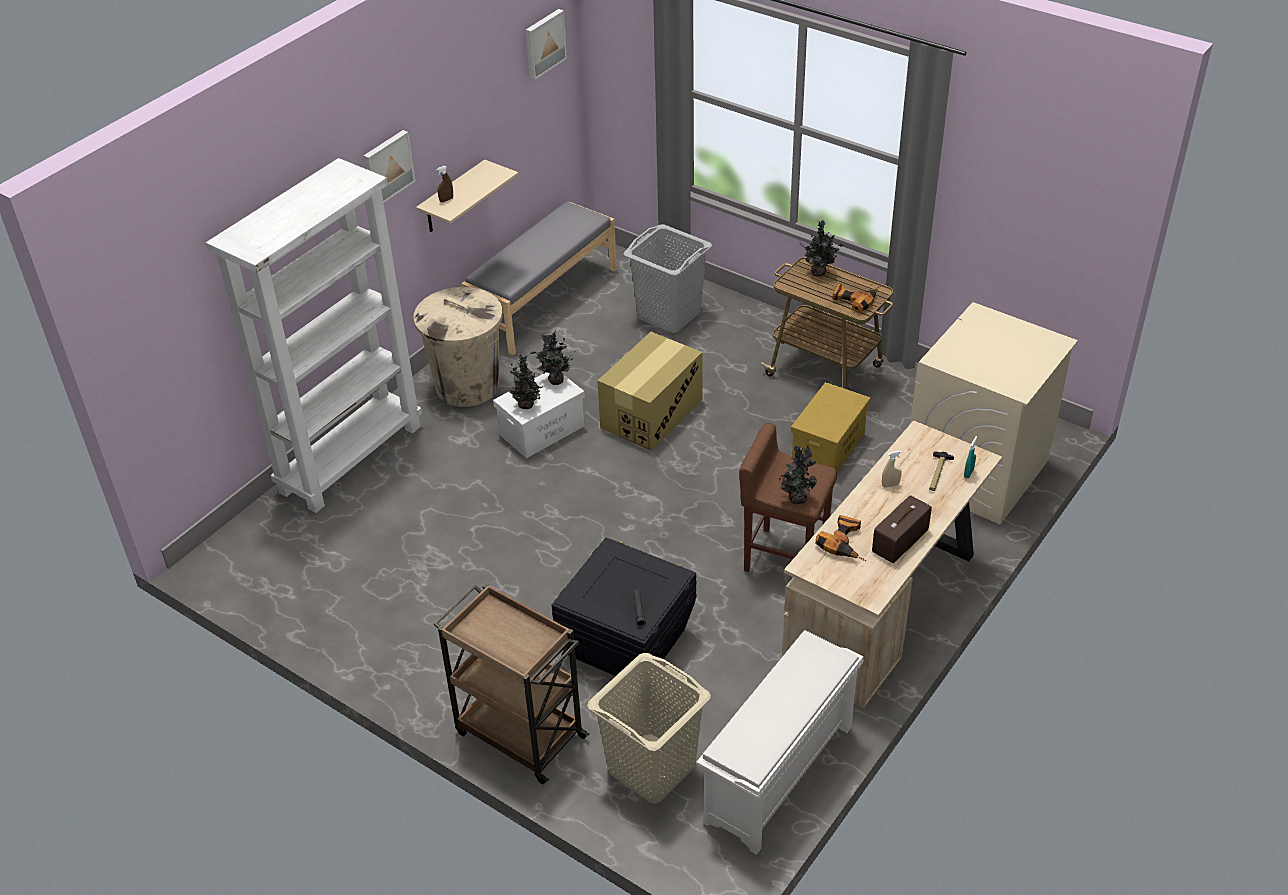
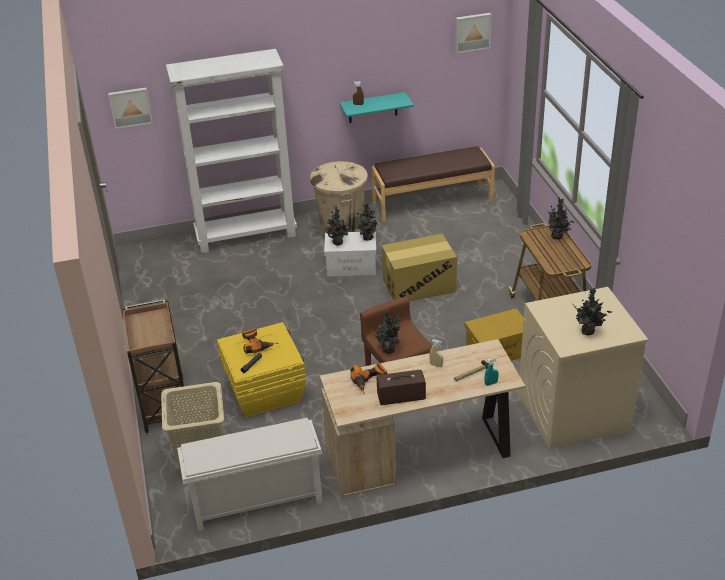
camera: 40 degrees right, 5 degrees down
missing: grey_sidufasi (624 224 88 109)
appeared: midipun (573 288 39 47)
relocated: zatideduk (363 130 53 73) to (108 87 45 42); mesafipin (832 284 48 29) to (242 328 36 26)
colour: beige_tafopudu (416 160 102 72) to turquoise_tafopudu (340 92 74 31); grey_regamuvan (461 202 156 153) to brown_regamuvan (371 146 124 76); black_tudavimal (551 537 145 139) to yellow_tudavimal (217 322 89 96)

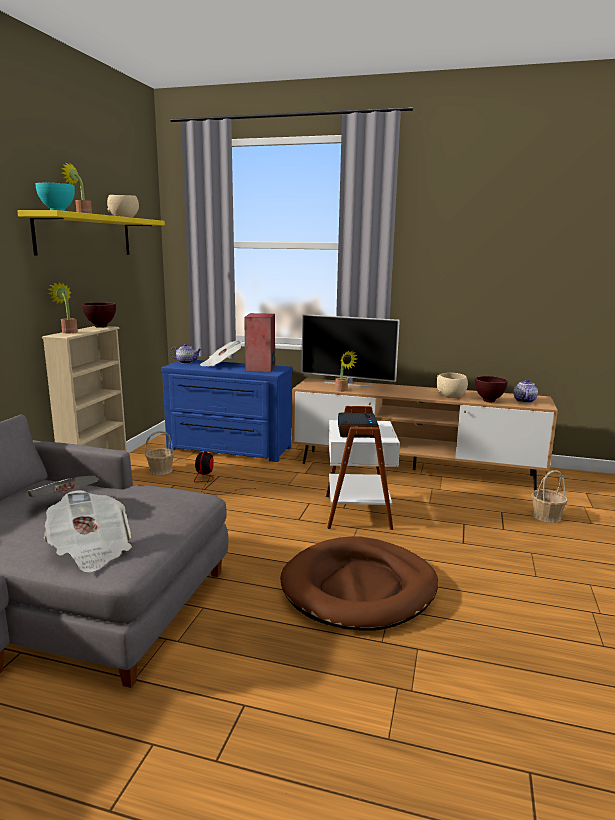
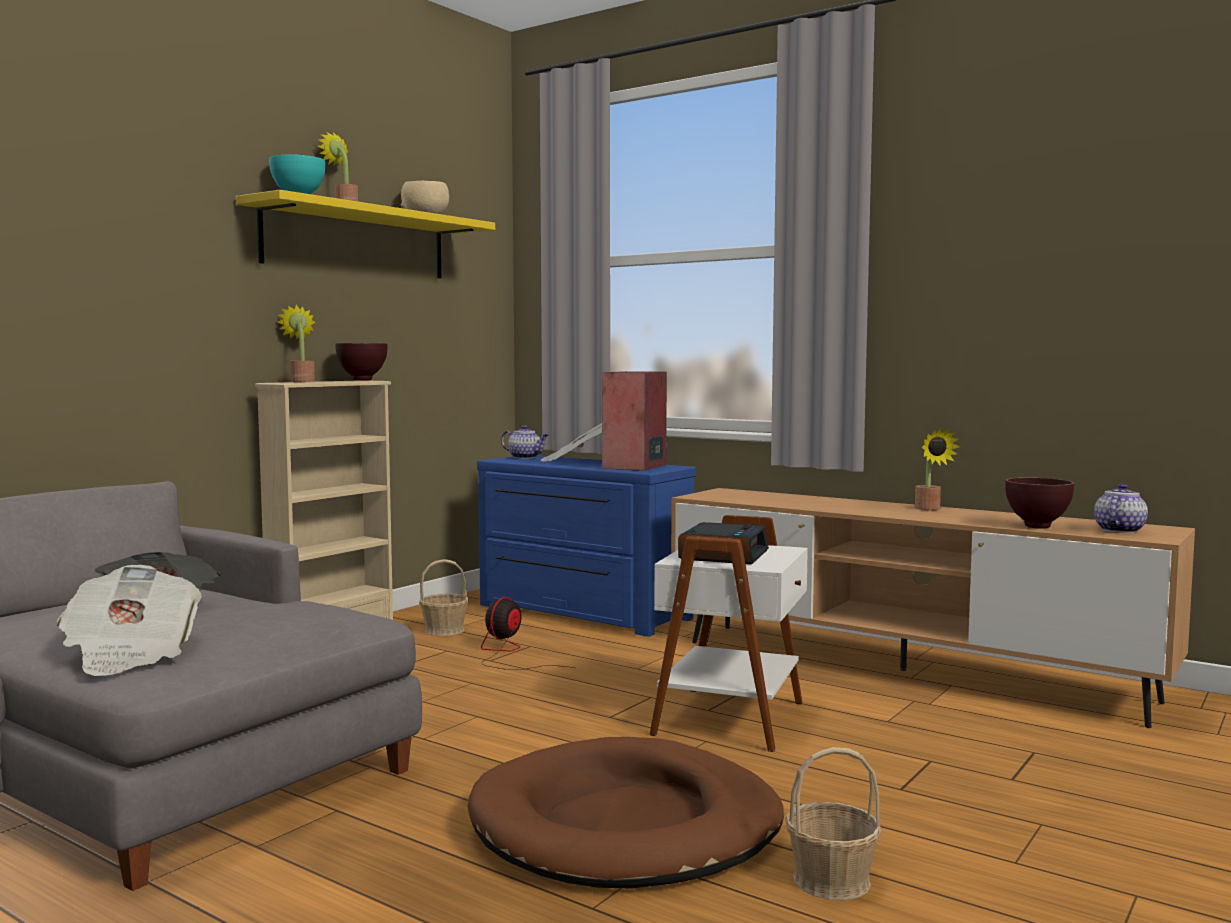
camera: 20 degrees right, 10 degrees down
missing: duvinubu (302 314 98 73); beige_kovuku (437 373 31 25)
relocated: midipun (335 351 22 41) to (915 428 45 82); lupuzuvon (531 470 37 53) to (785 747 97 153)

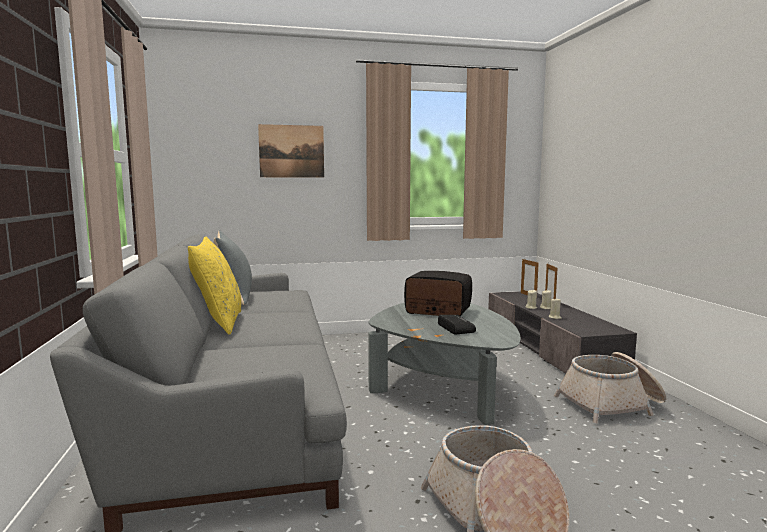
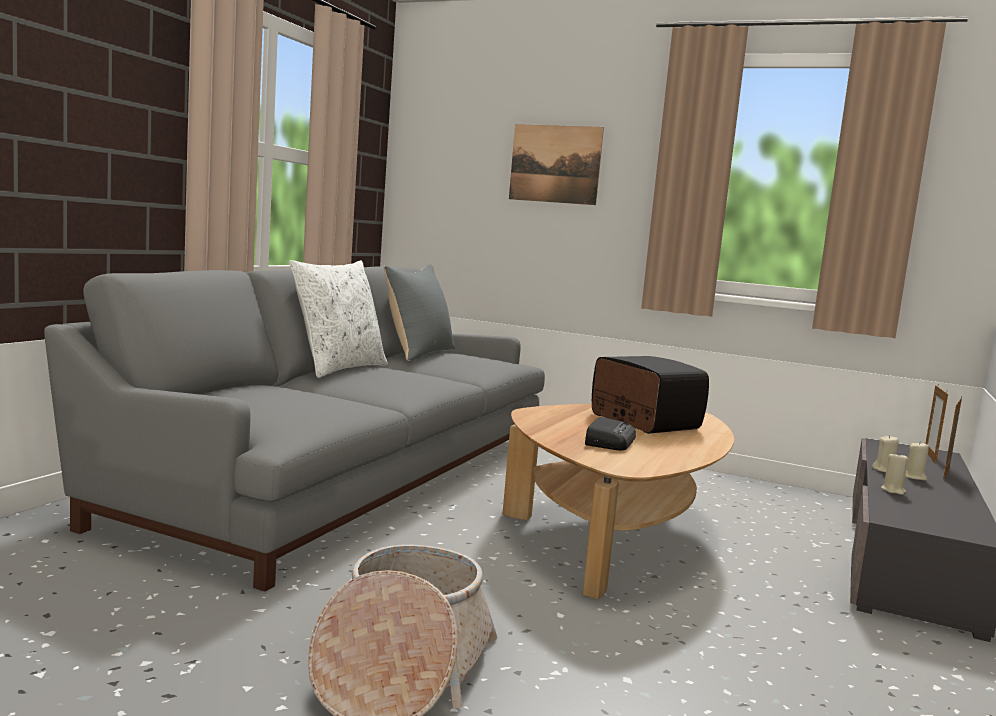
camera: 35 degrees right, 0 degrees up
missing: lupuzuvon (554 352 112 72)
colour: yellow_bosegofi (188 236 53 99) to white_bosegofi (289 260 99 118); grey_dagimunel (368 302 152 123) to brown_dagimunel (503 404 231 195)

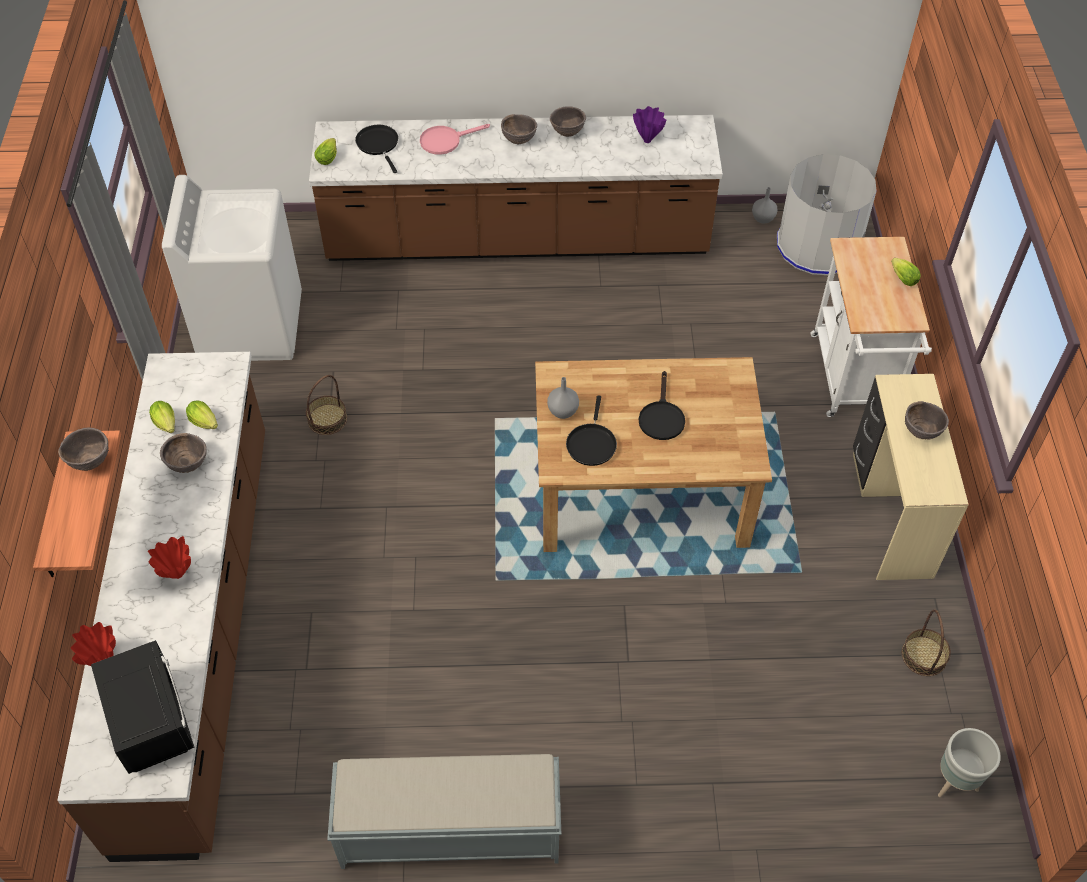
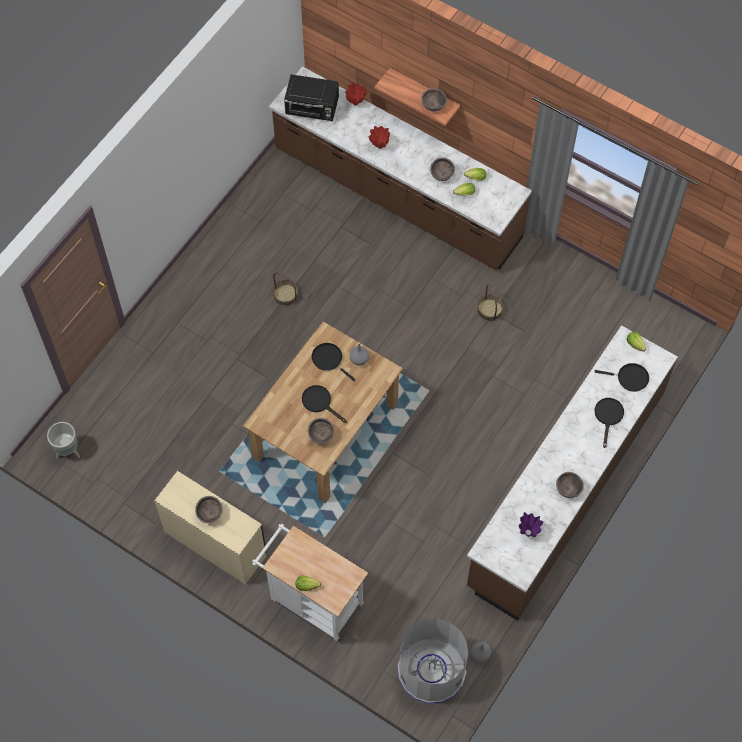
camera: 125 degrees right, 10 degrees up
missing: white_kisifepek (162 175 140 186); grey_regamuvan (327 754 234 115)
relocated: brown_kovuku (501 114 36 30) to (308 418 27 26); lupuzuvon (902 609 49 67) to (273 272 26 34)
colour: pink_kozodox (420 124 70 31) to black_kozodox (595 398 29 50)

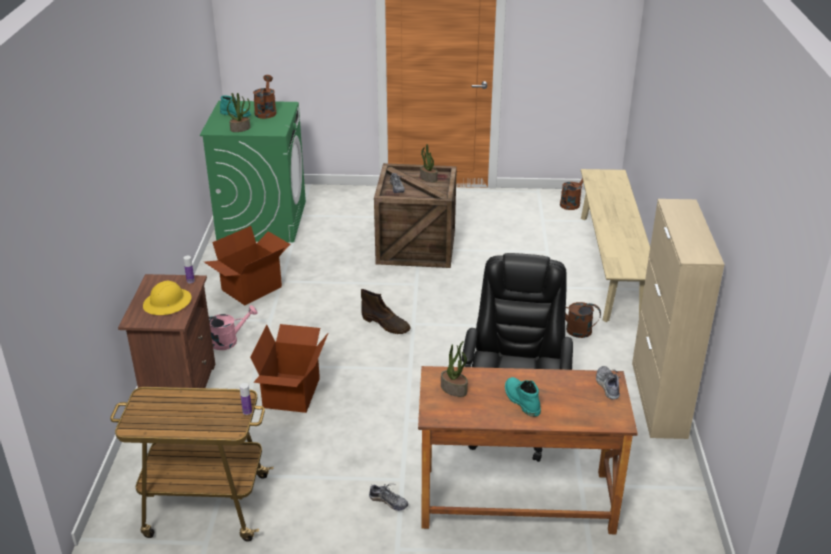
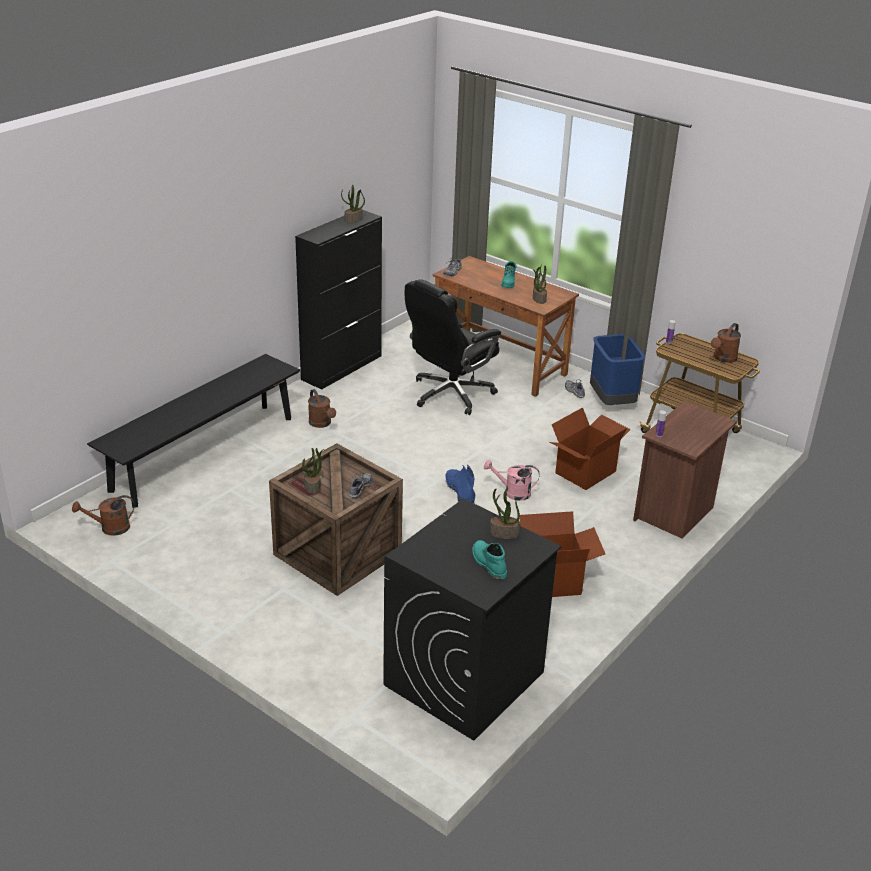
camera: 145 degrees left, 0 degrees up
missing: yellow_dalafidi (143 281 49 34)
appeared: midipun (341 185 24 38); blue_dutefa (590 334 55 71)
relocated: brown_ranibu (253 75 23 44) to (711 323 30 40); pink_ranibu (209 305 48 45) to (484 460 56 41)
colour: green_kisifepek (200 101 106 141) to black_kisifepek (383 499 178 242); beige_regamuvan (581 169 69 153) to black_regamuvan (87 354 213 154); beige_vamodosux (632 199 93 240) to black_vamodosux (295 210 87 180); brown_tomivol (361 289 50 45) to blue_tomivol (446 465 29 38)

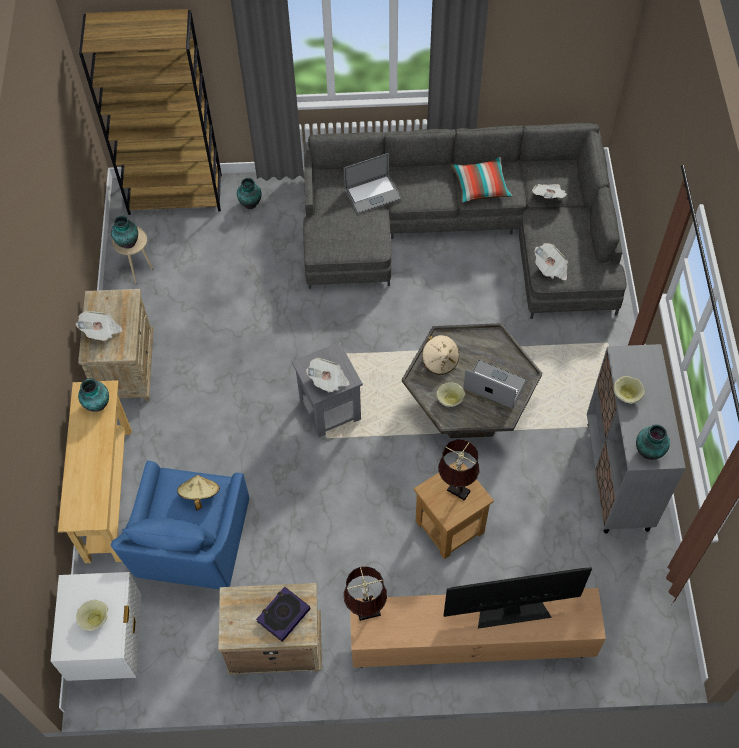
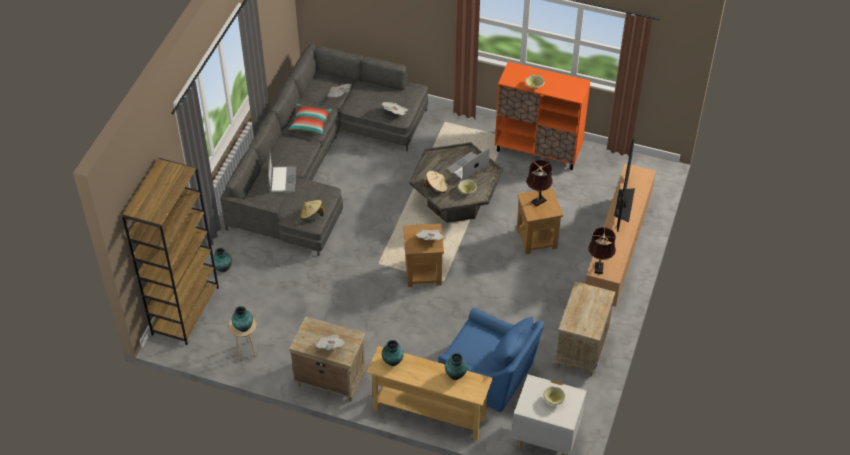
camera: 70 degrees left, 10 degrees down
missing: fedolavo (256 587 54 55)
relocated: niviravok (636 424 34 36) to (445 353 22 27); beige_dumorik (177 475 43 35) to (300 199 24 21)
colour: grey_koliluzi (292 342 71 95) to brown_koliluzi (403 224 41 63); grey_vamodosux (587 344 99 190) to orange_vamodosux (495 62 96 108)

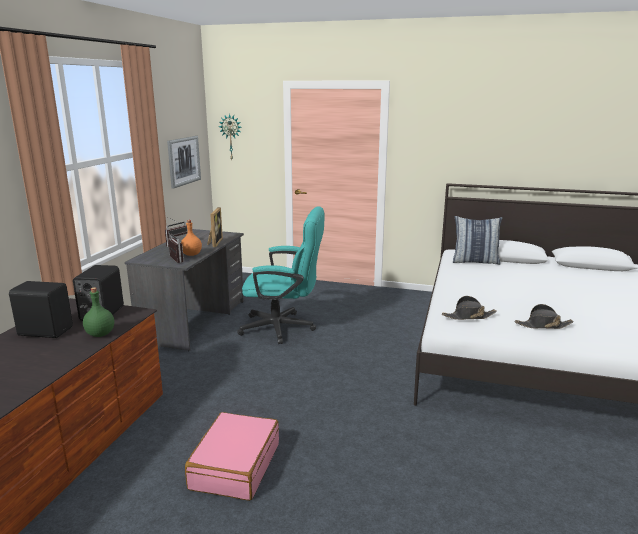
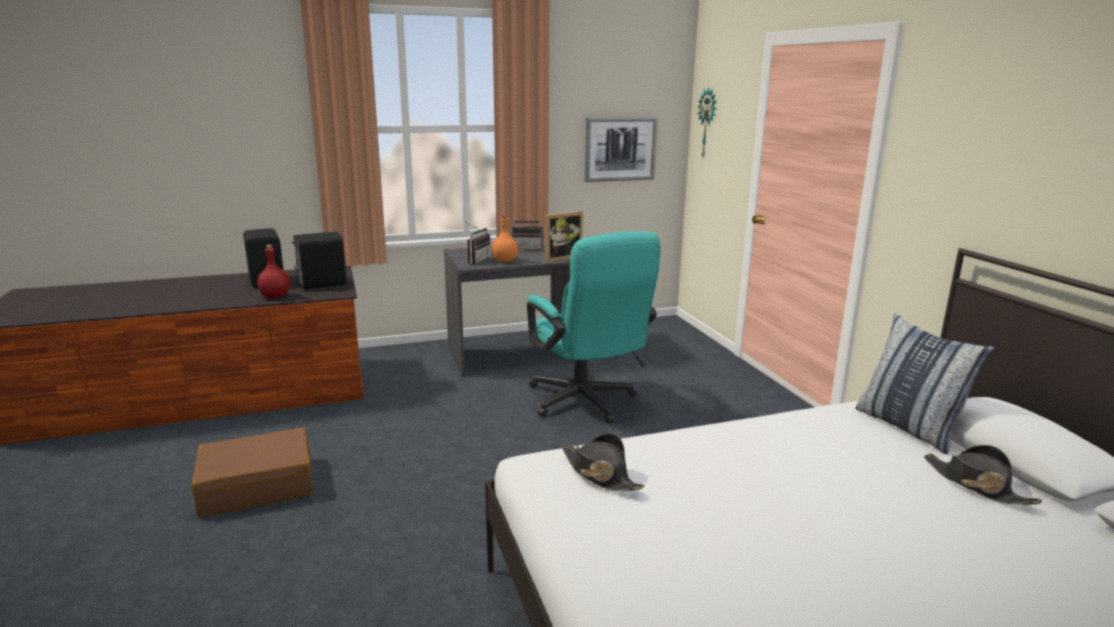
camera: 55 degrees right, 0 degrees up
relocated: black_dumorik (514 304 60 25) to (924 445 118 59)
colour: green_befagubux (83 287 31 50) to red_befagubux (257 245 33 53); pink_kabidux (185 412 94 89) to brown_kabidux (192 427 121 90)

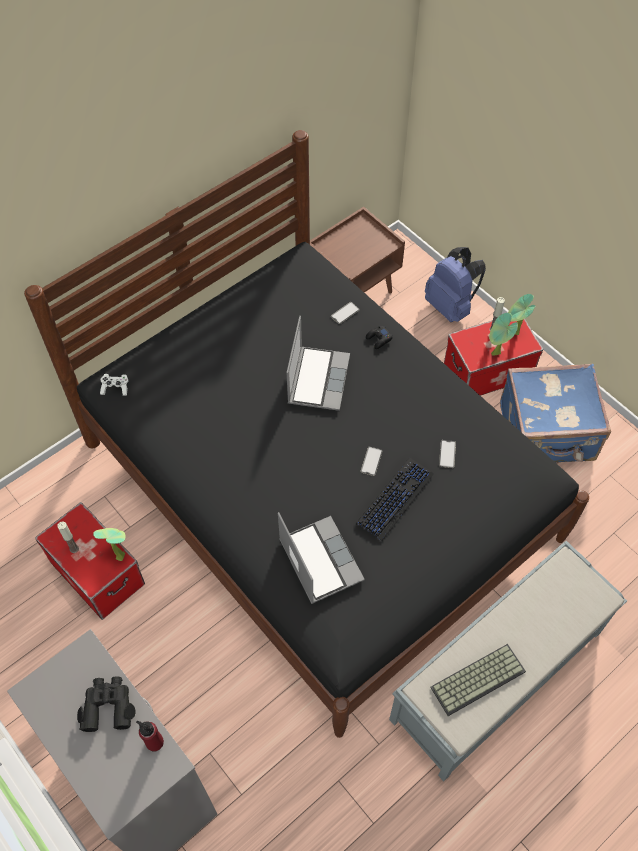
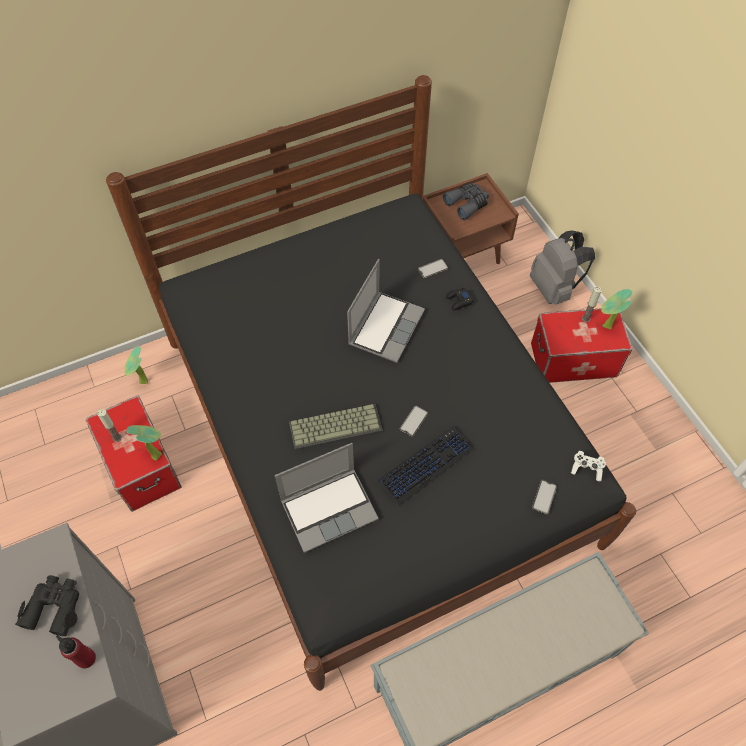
camera: 15 degrees right, 0 degrees up
missing: blue_kabidux (500 363 111 100)
appeared: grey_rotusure (443 182 46 38)
relocated: midipun (489 313 29 43) to (124 346 24 38); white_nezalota (100 374 28 22) to (571 451 35 30); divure (439 440 17 28) to (532 480 25 34); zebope (430 644 96 72) to (289 404 94 46)
colour: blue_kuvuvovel (425 247 61 75) to grey_kuvuvovel (530 230 65 75)
spun: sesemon (278 512 87 92) = (275 443 104 110) 75 degrees clockwise

